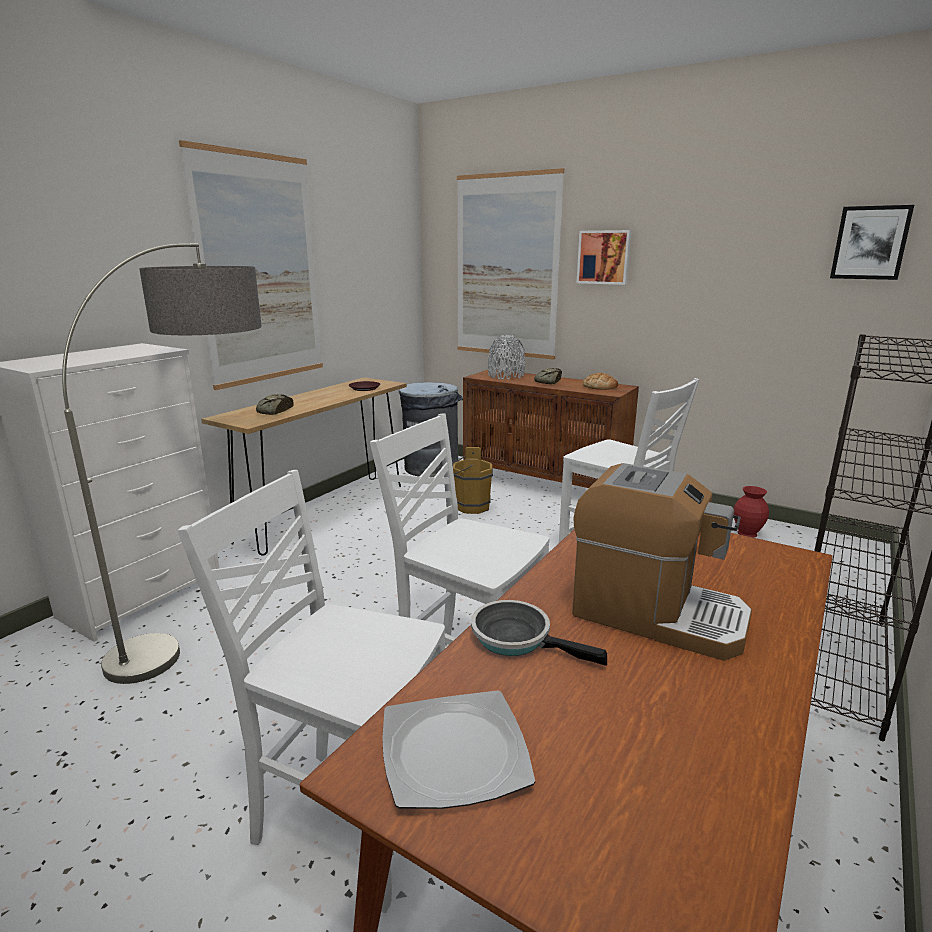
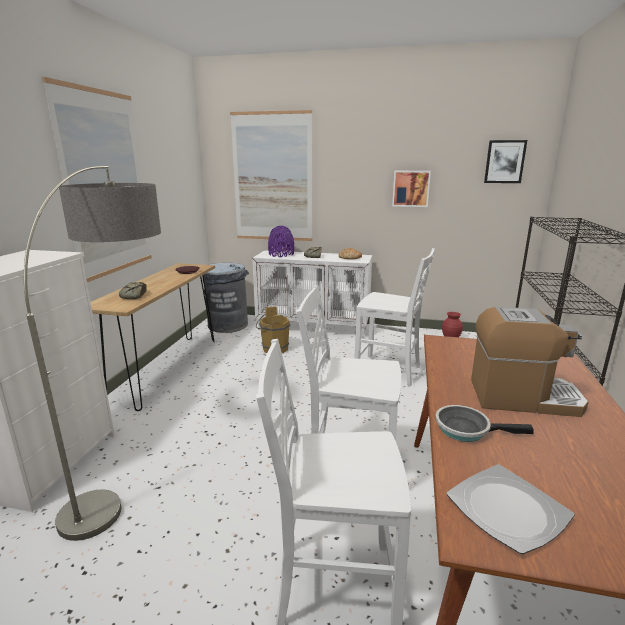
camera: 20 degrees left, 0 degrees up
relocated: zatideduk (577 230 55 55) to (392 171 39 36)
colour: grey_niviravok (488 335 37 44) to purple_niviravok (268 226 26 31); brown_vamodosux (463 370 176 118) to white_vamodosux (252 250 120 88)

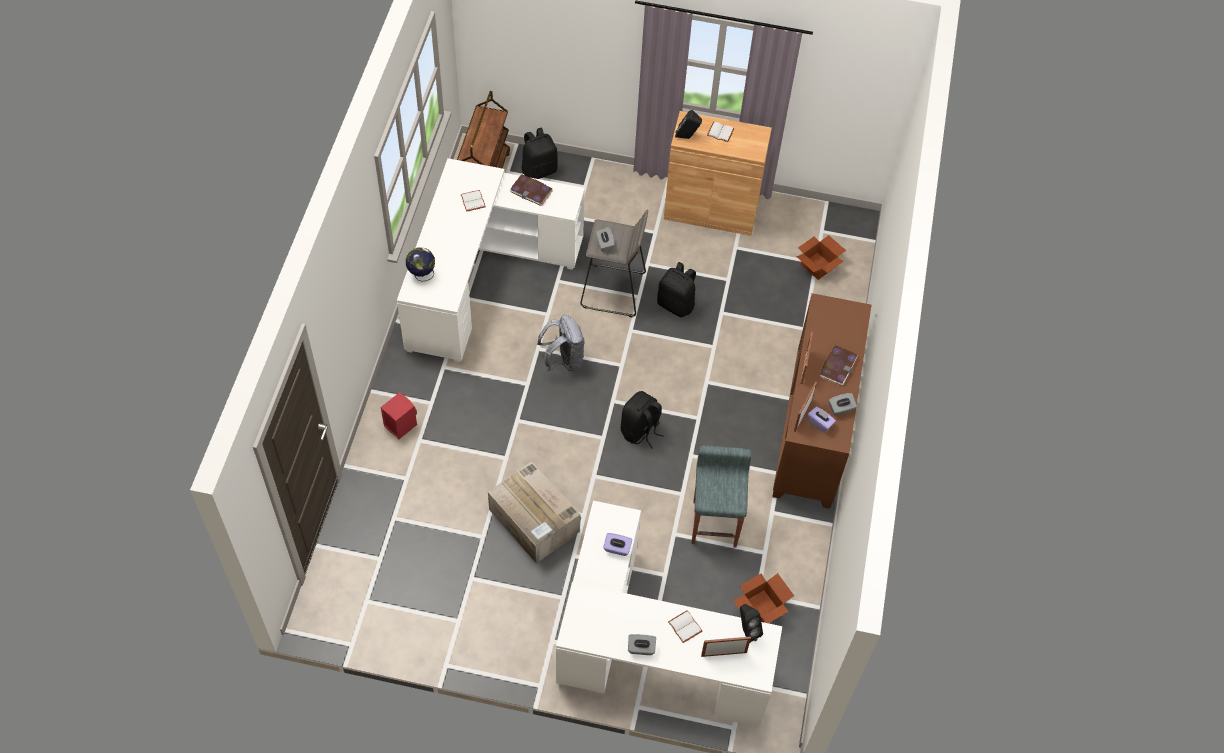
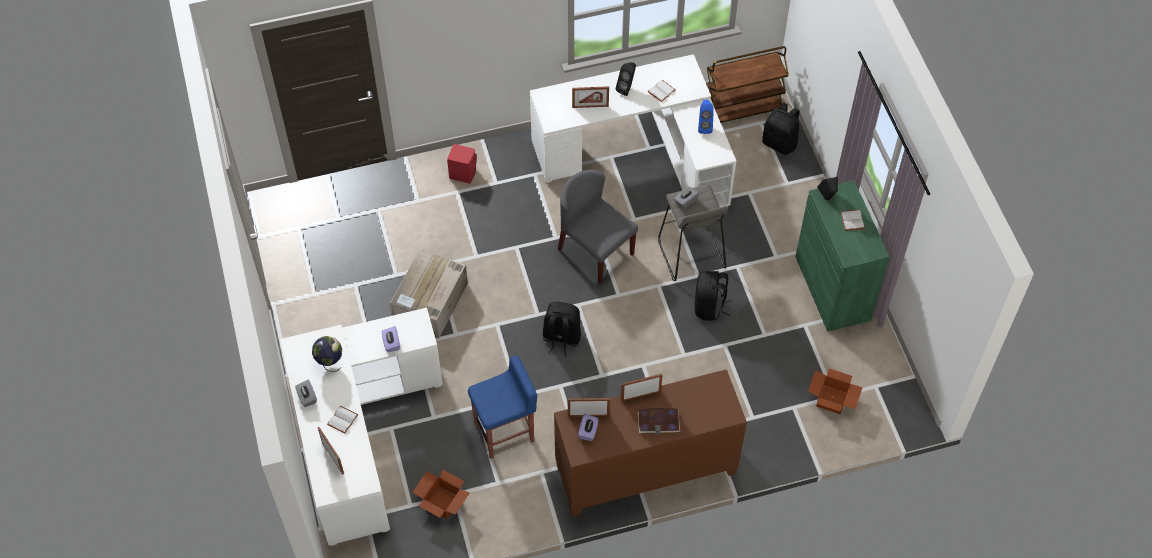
camera: 65 degrees right, 0 degrees up
missing: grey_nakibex (829 393 28 23)
appeared: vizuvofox (572 86 37 22)
relocated: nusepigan (406 247 29 34) to (312 336 30 36); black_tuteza (740 604 23 38) to (616 62 20 34)
exchanged: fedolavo (510 174 42 32) to blue_tuteza (698 100 16 34); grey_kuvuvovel (537 315 48 57) to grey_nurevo (558 170 80 114)
colour: brown_vamodosux (664 111 108 125) to green_vamodosux (795 180 95 152); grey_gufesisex (691 446 60 102) to blue_gufesisex (468 355 69 104)

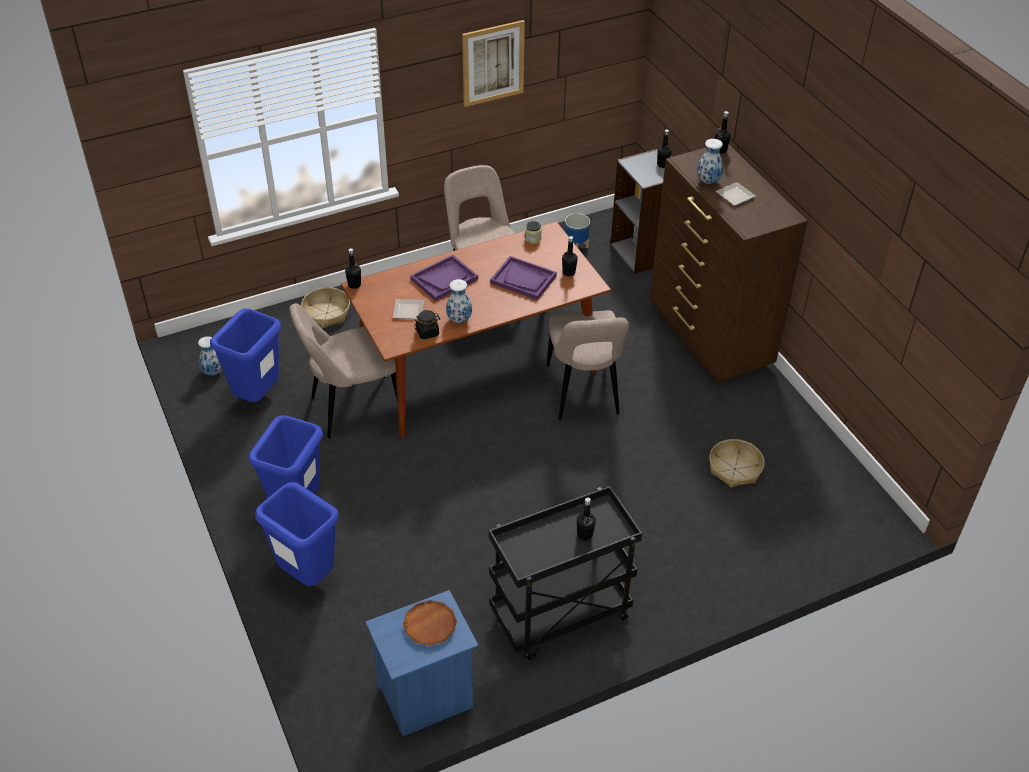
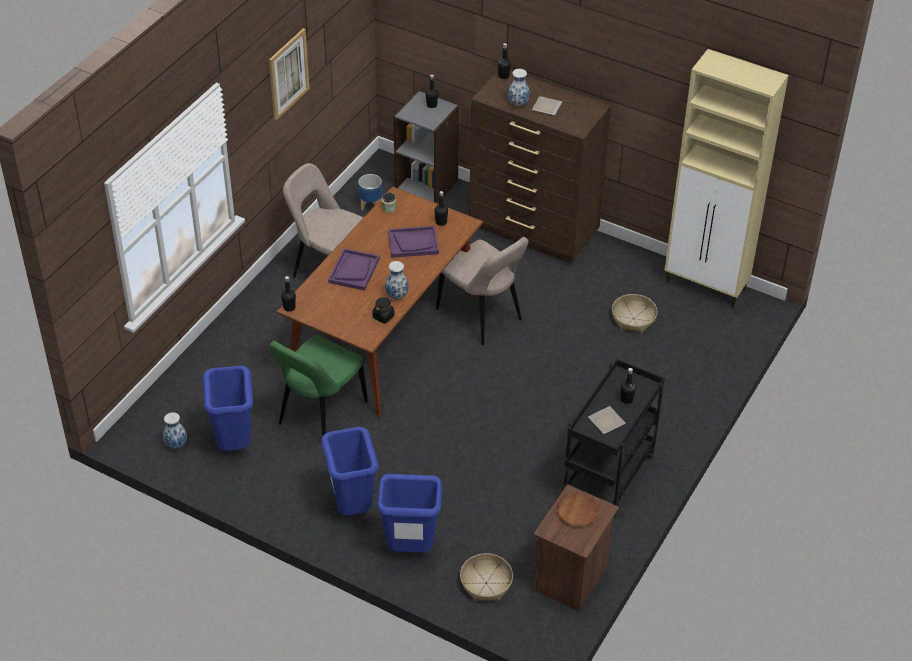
camera: 35 degrees left, 0 degrees up
appeared: beige_vamodosux (664 49 125 259)
relocated: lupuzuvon (301 287 49 41) to (460 553 53 48); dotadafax (393 299 31 20) to (588 406 38 28)
colour: beige_nurevo (290 303 108 135) to green_nurevo (269 335 99 102); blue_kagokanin (366 590 112 146) to brown_kagokanin (533 484 86 127)

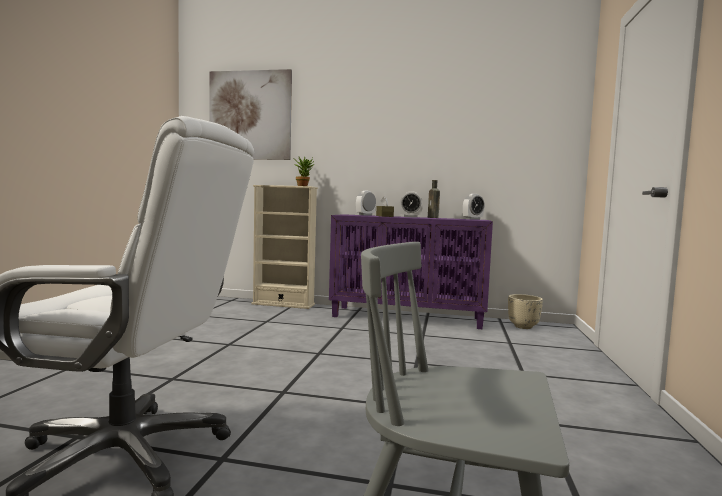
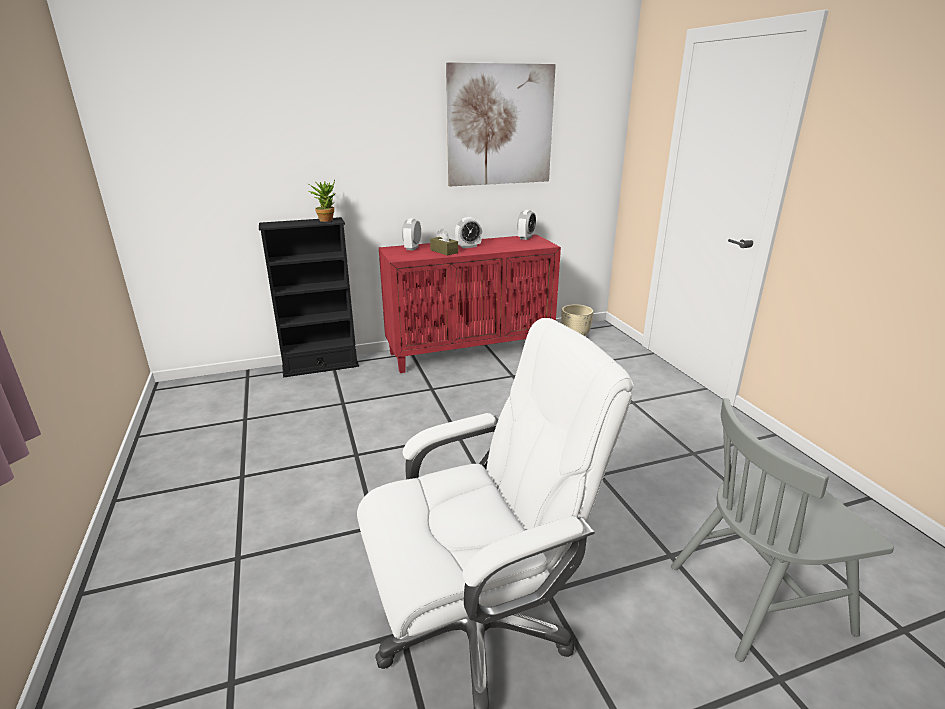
camera: 30 degrees left, 20 degrees up
missing: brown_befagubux (428 180 12 38)
relocated: zatideduk (209 69 83 91) to (446 62 110 125)
colour: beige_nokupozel (252 185 66 124) to black_nokupozel (259 217 100 160); purple_vamodosux (329 214 164 115) to red_vamodosux (379 234 182 139)

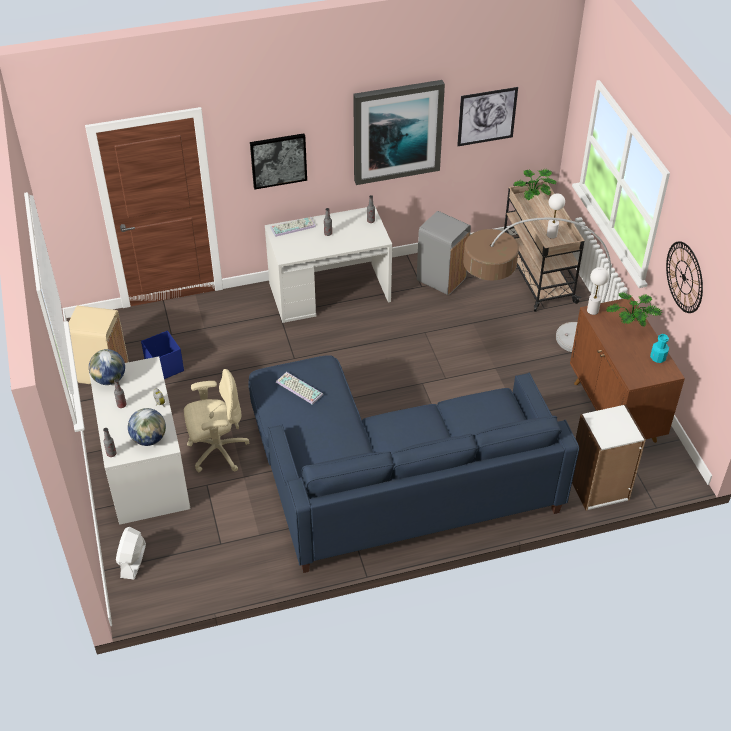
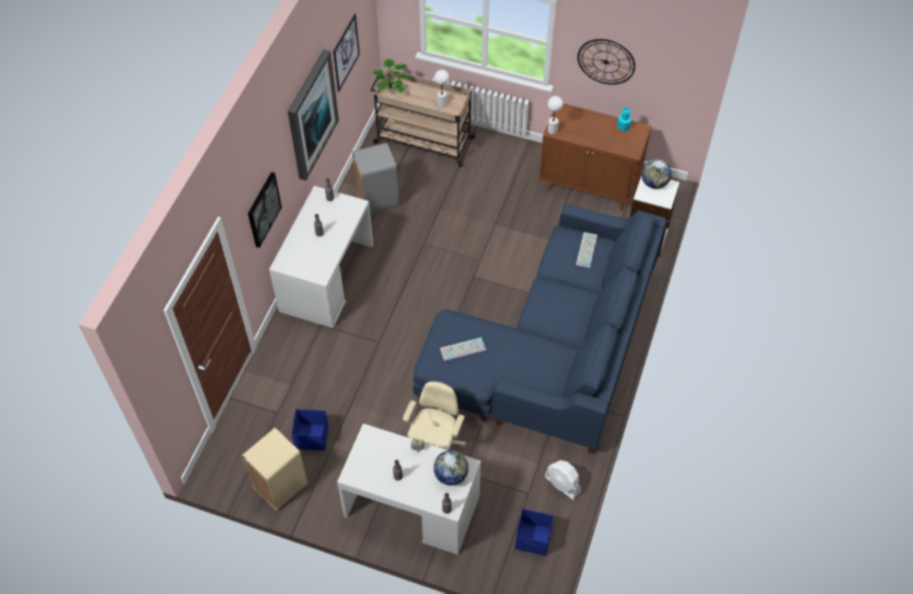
camera: 55 degrees left, 10 degrees up
missing: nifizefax (463 218 148 134); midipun (606 292 56 35)
appeared: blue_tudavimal (515 509 39 47)
relocated: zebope (271 217 45 20) to (576 232 22 36); nusepigan (89 349 36 36) to (641 159 31 30); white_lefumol (116 527 30 53) to (545 460 36 40)

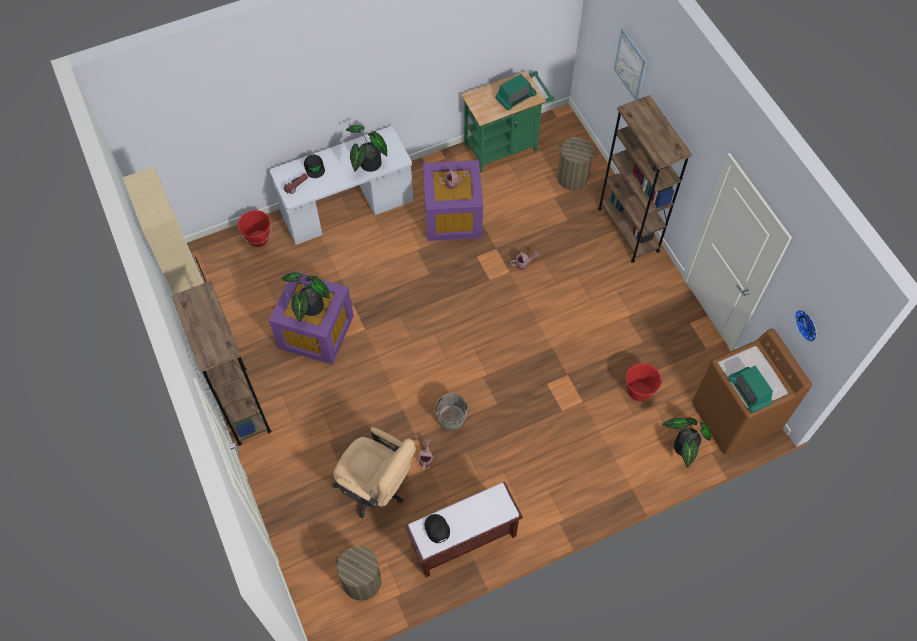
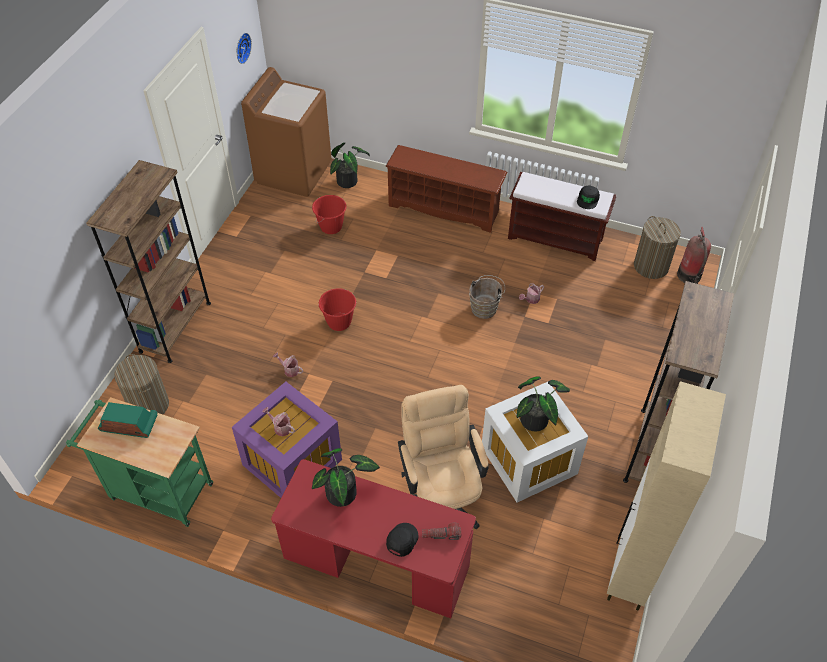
camera: 135 degrees left, 10 degrees down
missing: zatideduk (613 28 34 72); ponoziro (728 366 45 47)
appeared: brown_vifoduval (385 145 123 88); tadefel (677 227 34 57)
relocated: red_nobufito (237 210 35 37) to (319 288 37 43); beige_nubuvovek (333 428 83 90) to (398 385 91 145)
colour: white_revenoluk (270 126 143 119) to red_revenoluk (271 459 205 159); purple_tudavimal (269 271 85 94) to white_tudavimal (482 382 106 120)

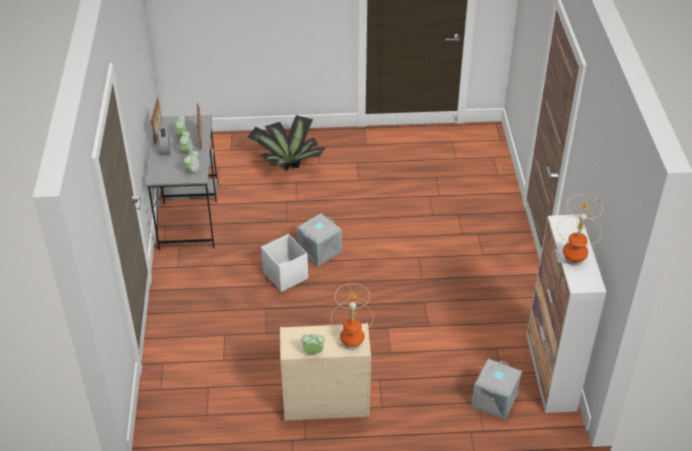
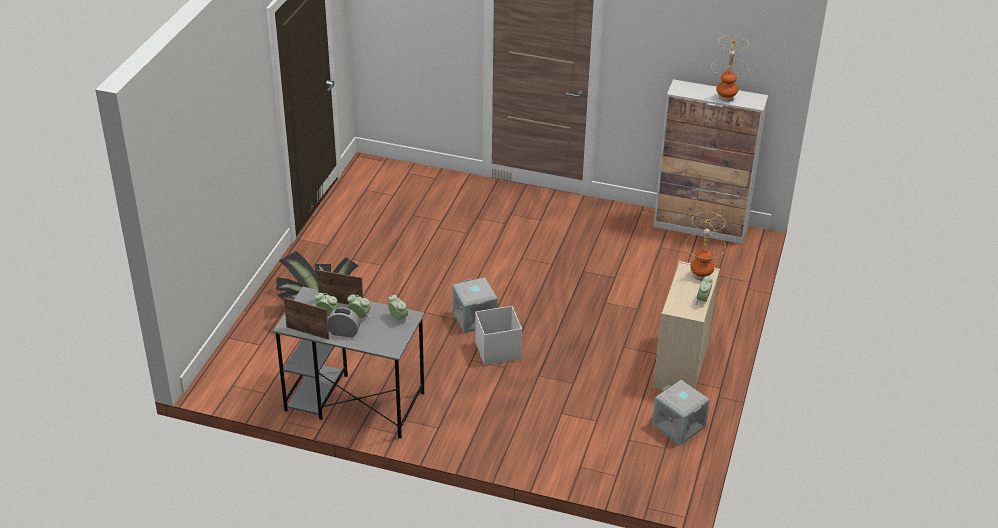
camera: 70 degrees left, 5 degrees down
relocated: grey_tudavimal (471 359 51 61) to (652 380 58 65)

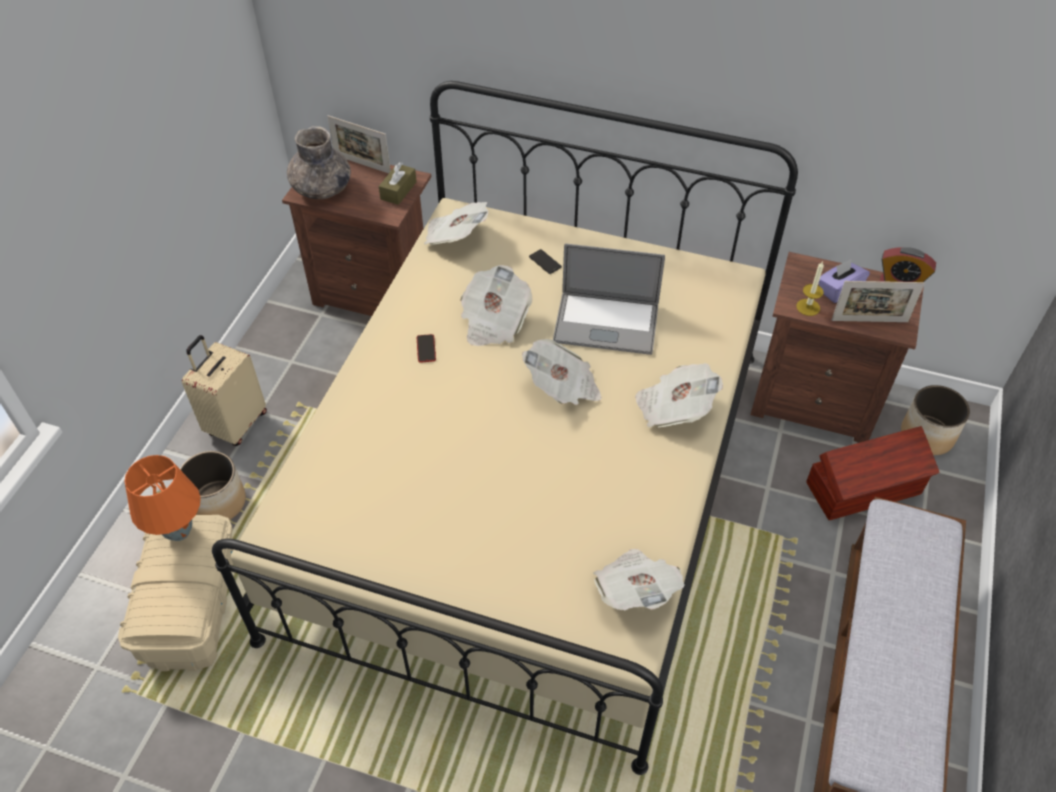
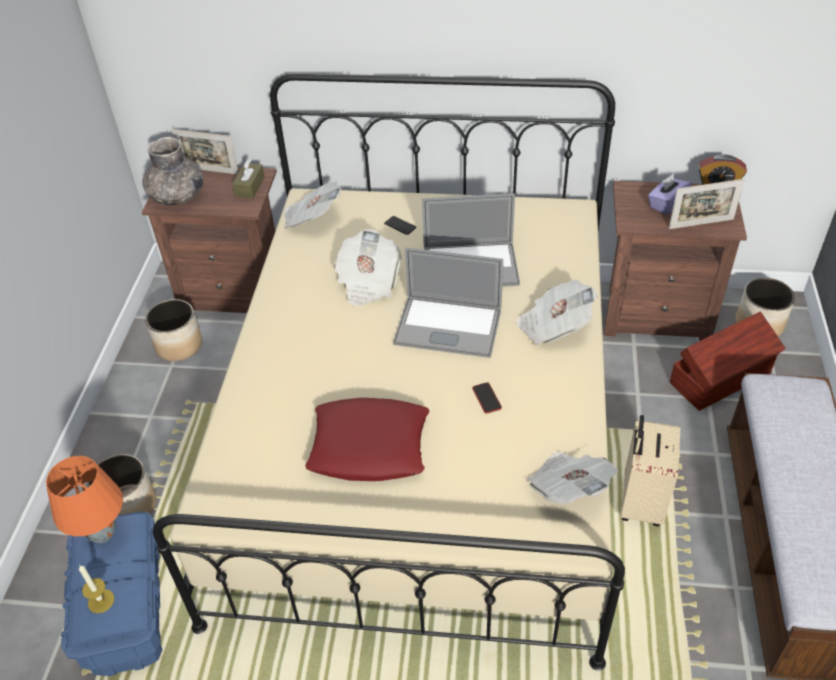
camera: 10 degrees left, 5 degrees down
appeared: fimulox (145 299 57 62); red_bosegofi (305 398 124 83)
relocated: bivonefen (796 262 28 54) to (79 565 35 48); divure (417 334 19 29) to (472 382 30 32); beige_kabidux (182 335 85 111) to (620 415 60 111)
exchanged: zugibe (522 339 80 66) to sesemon (393 248 110 110)
colour: beige_tudavimal (118 515 116 156) to blue_tudavimal (61 511 101 166)

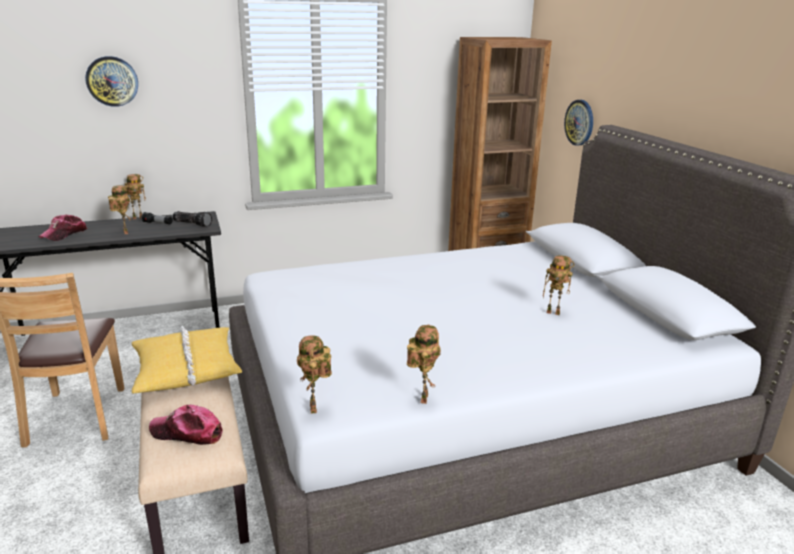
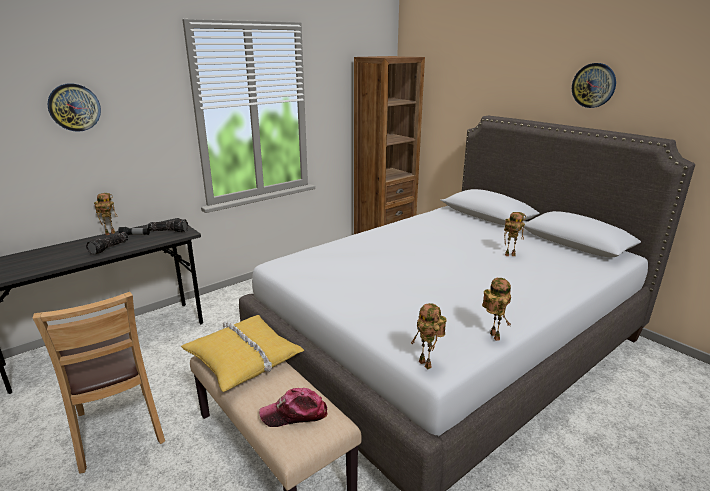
camera: 20 degrees left, 0 degrees up
missing: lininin (39 214 49 27)
relocated: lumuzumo (564 100 29 46) to (572 63 44 45)
exchanged: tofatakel (108 185 24 49) to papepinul (86 232 42 23)

